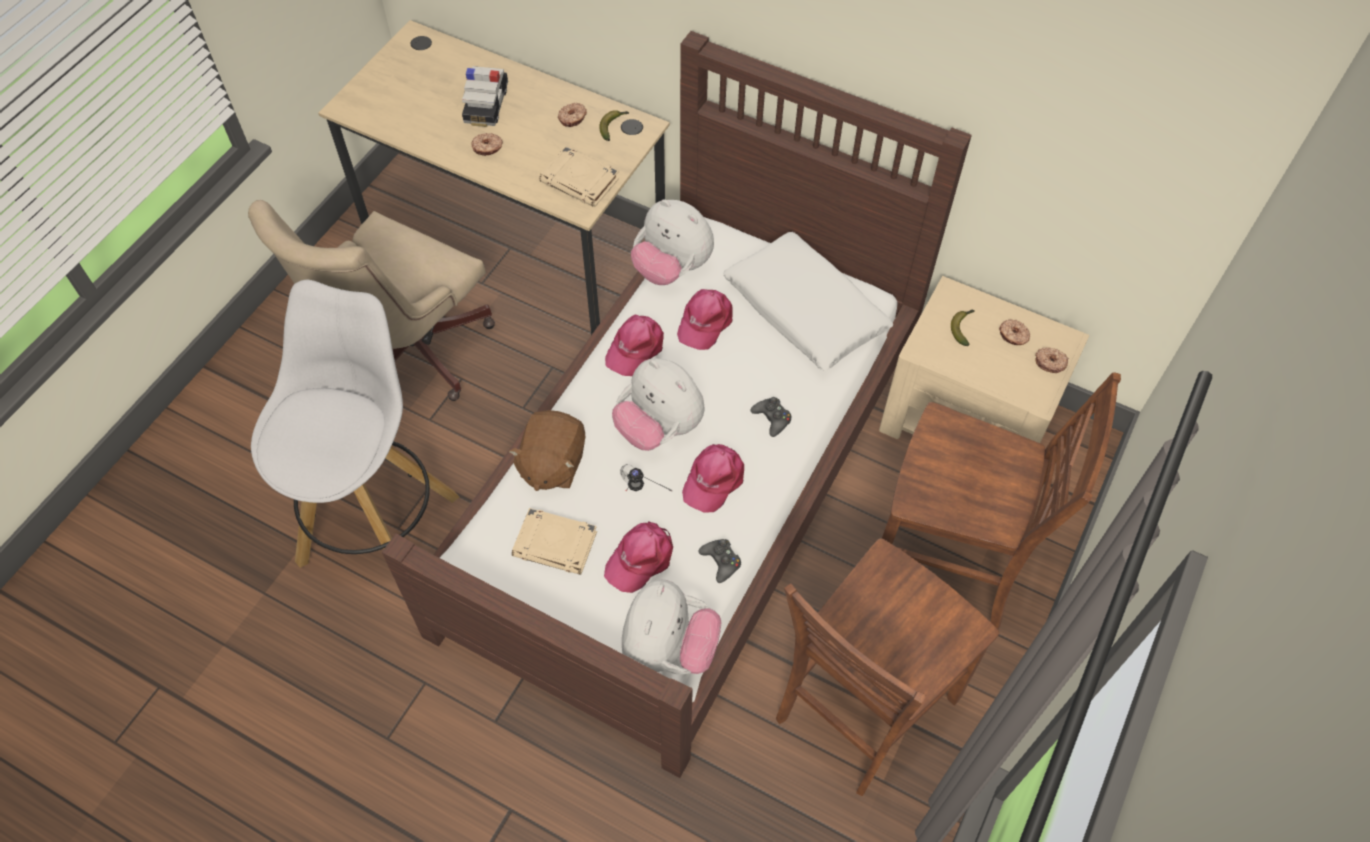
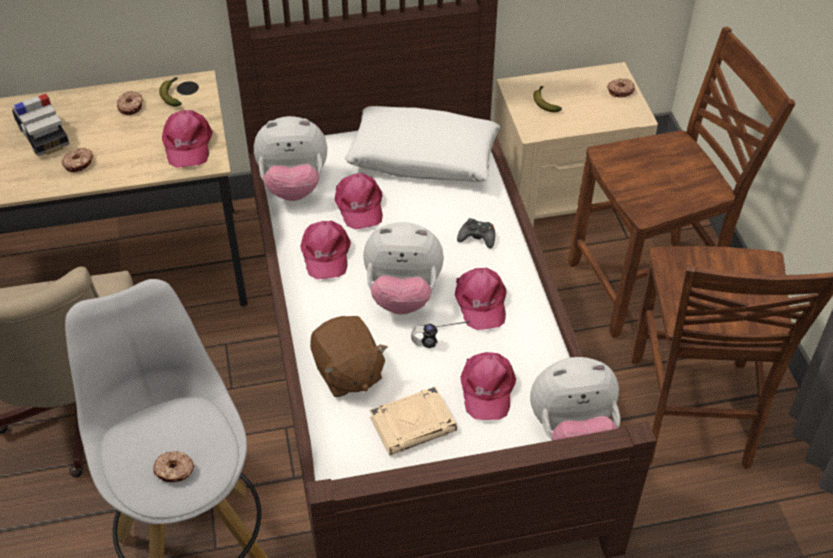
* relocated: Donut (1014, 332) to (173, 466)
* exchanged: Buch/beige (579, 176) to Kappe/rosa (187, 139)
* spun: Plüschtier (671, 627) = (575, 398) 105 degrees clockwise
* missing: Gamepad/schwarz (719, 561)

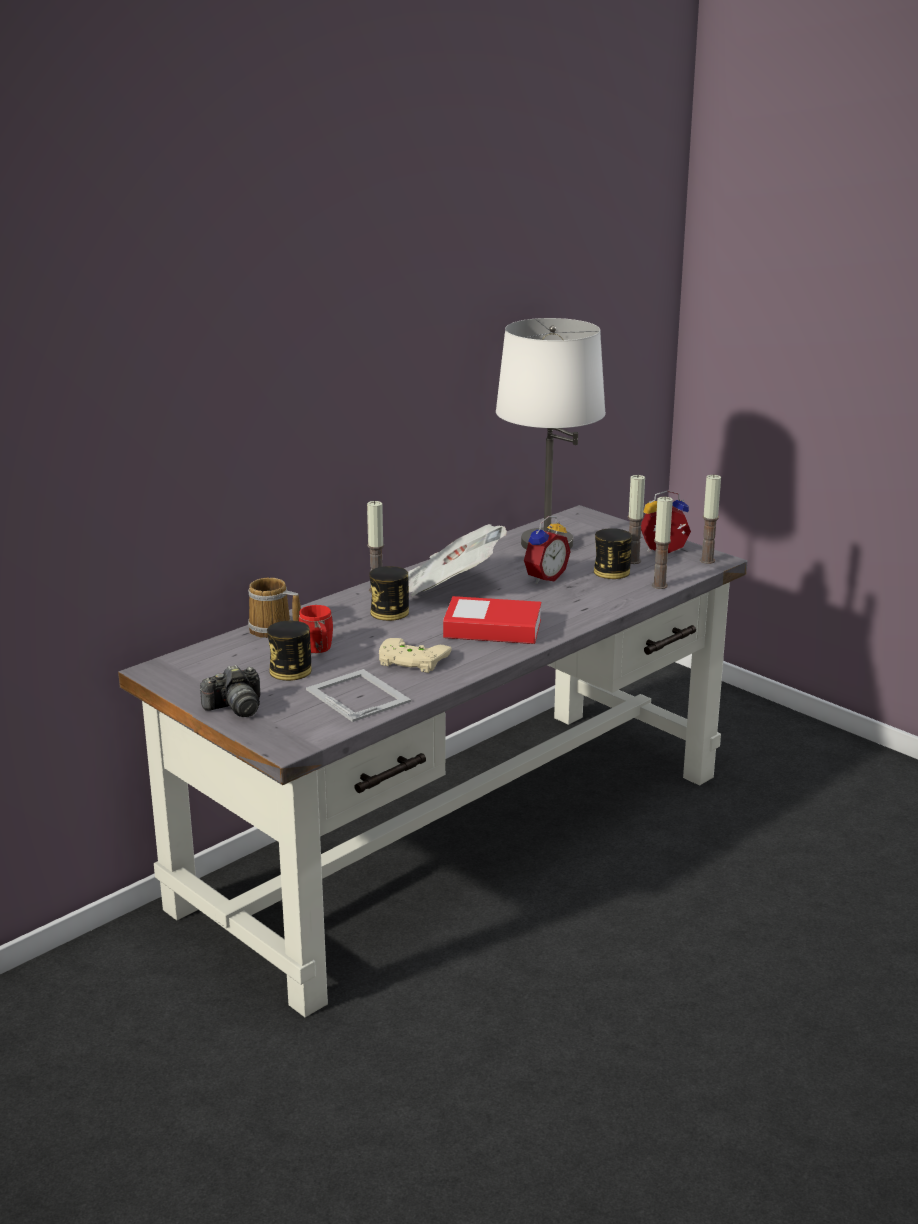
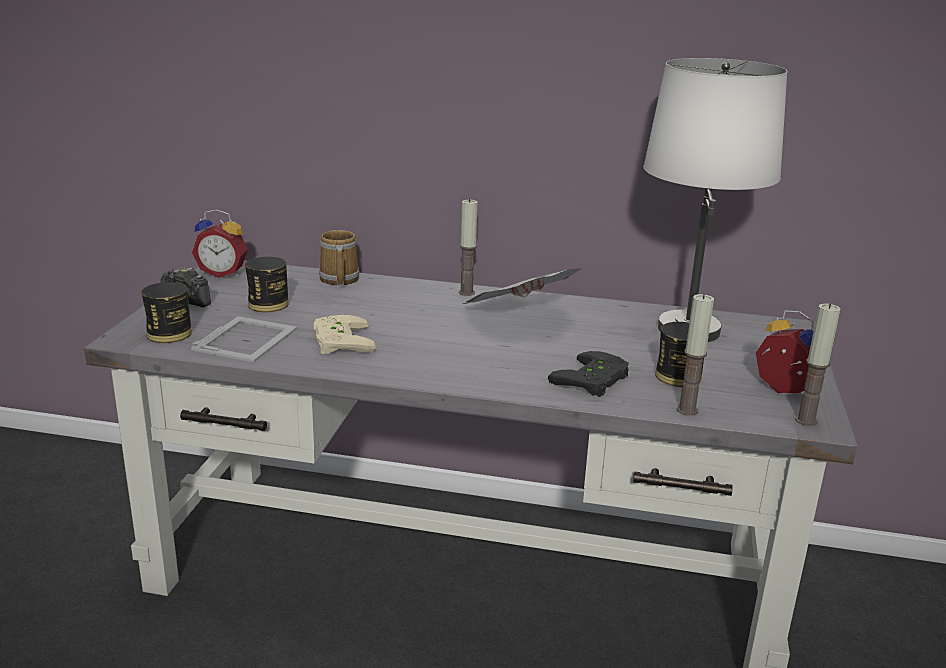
* relocated: Dose (389, 593) to (166, 312)
* relocated: Wecker (547, 550) to (220, 243)
* appeared: Gamepad/schwarz (588, 374)
* missing: Henkelbecher/rot (316, 629)
* missing: Buch (492, 620)
* missing: Kerze (636, 519)

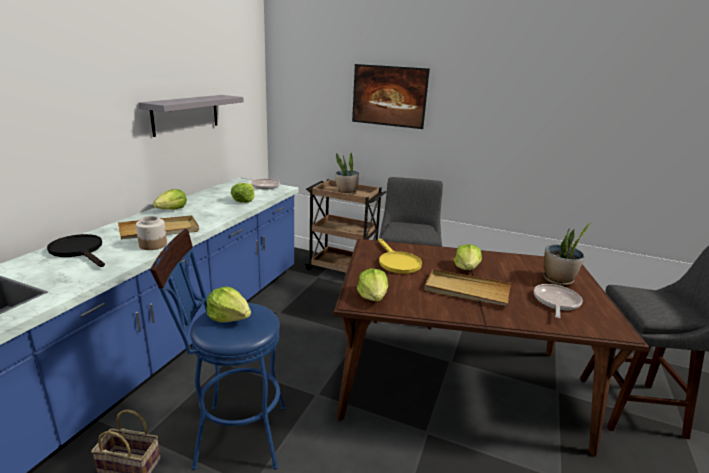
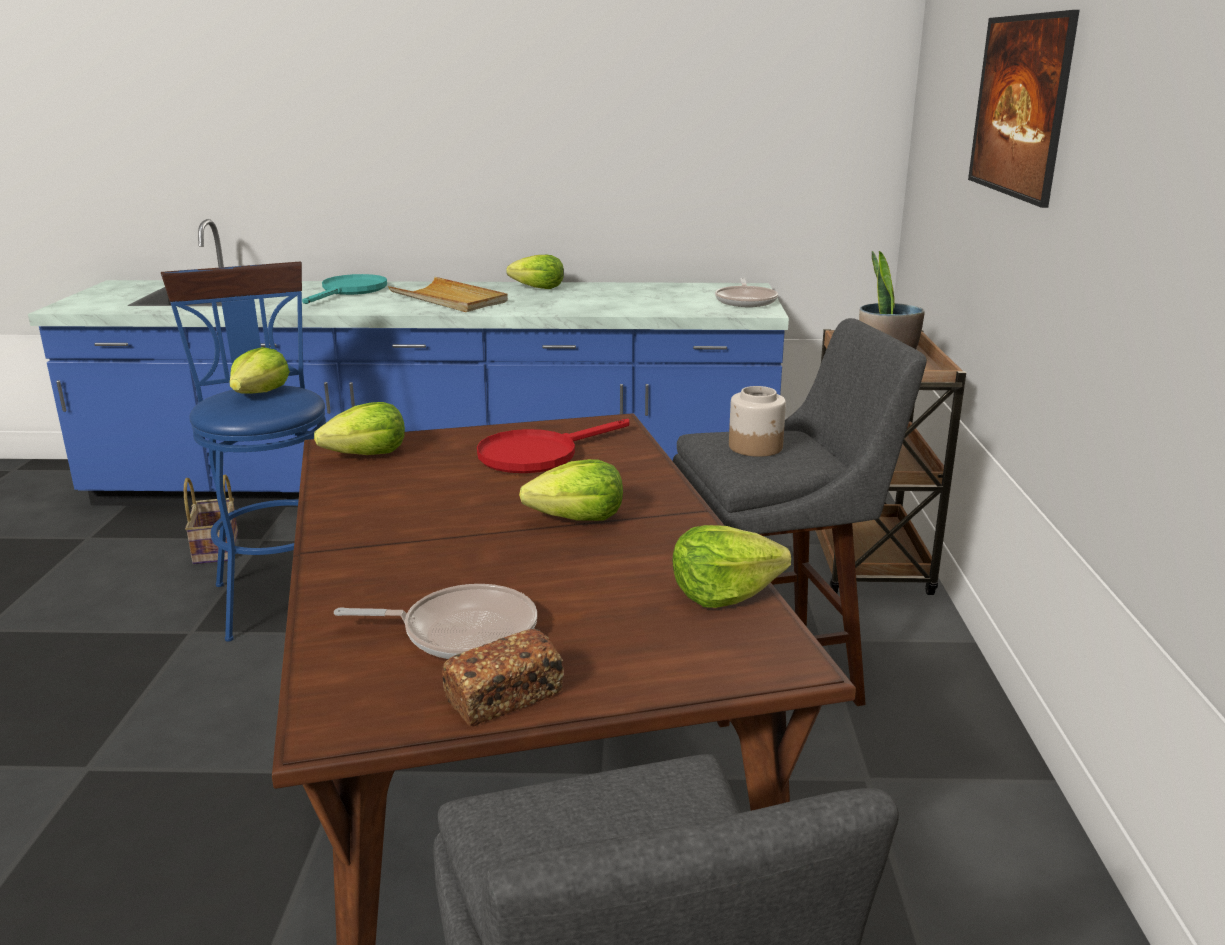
* colour: Pfanne/schwarz (76, 250) to Pfanne/türkis (344, 289)
* appeared: Brot (503, 678)
* colour: Pfanne/gelb (400, 256) to Pfanne/rot (553, 446)
* relocated: Salatkopf (243, 193) to (732, 566)
* relocated: Vorratsglas (151, 233) to (757, 421)
* missing: Wandregal/grau (191, 116)
* missing: Tablett/beige (467, 287)
* missing: Topfpflanze (567, 254)

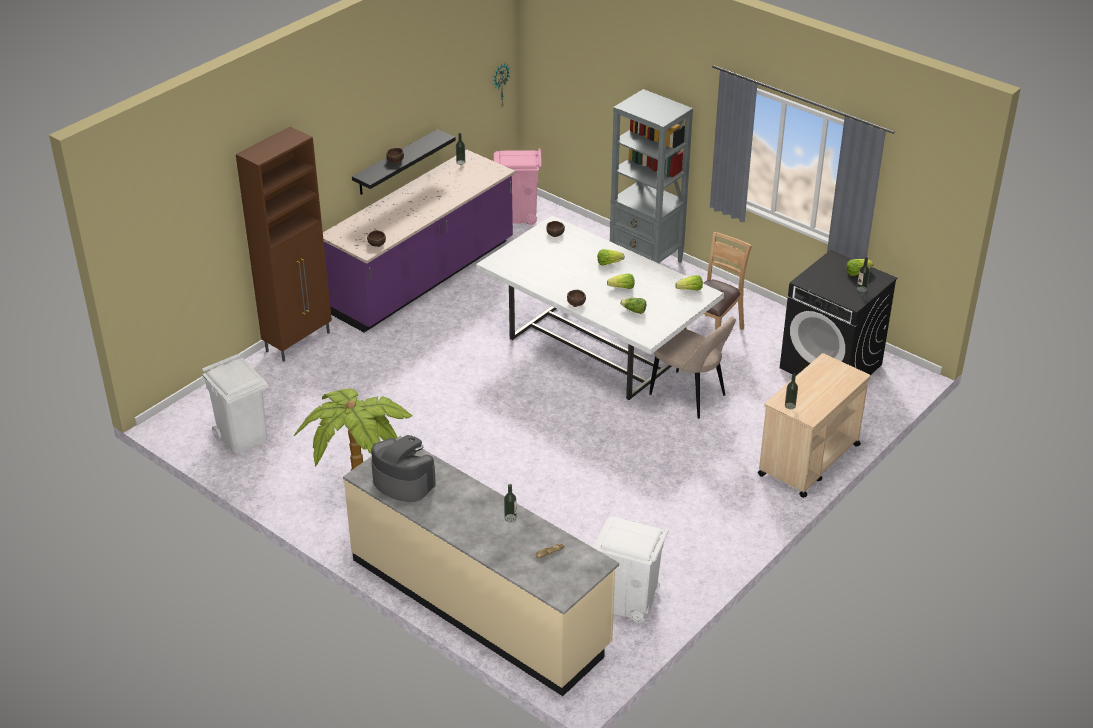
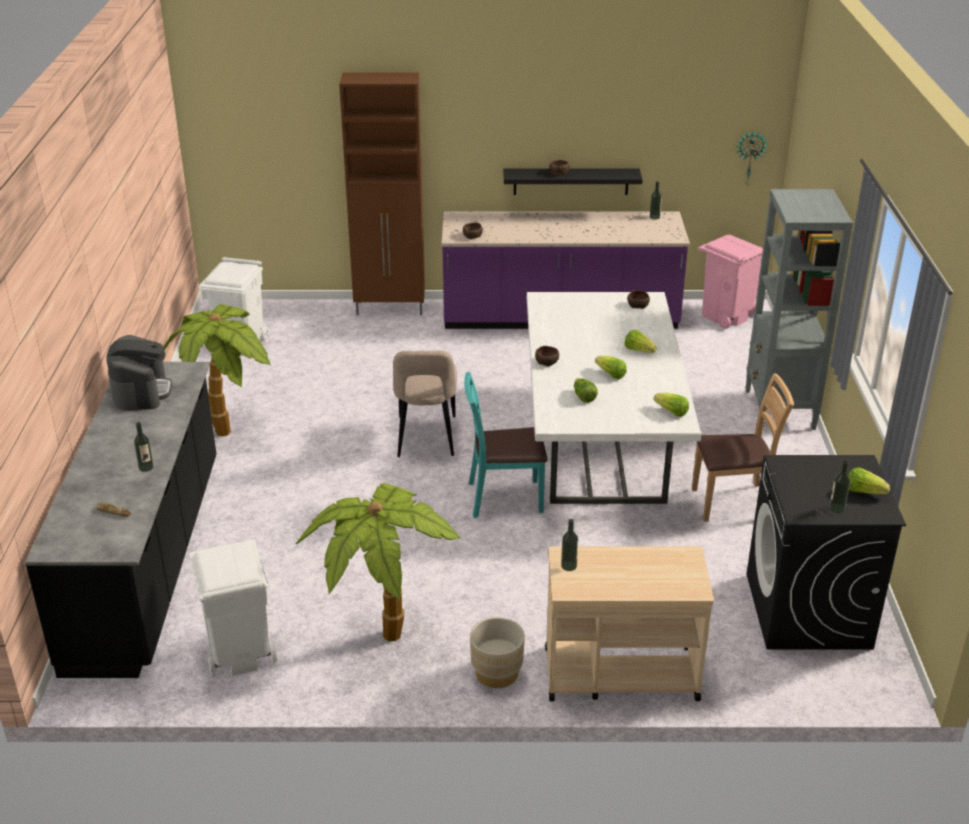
* colour: Küchenzeile/beige (481, 566) to Küchenzeile/schwarz (121, 520)
* appeared: Topfpflanze (377, 562)
* relocated: Stuhl/beige (692, 367) to (425, 404)
* appeared: Stuhl/türkis (506, 445)
* appeared: Pflanzkübel/beige (497, 652)

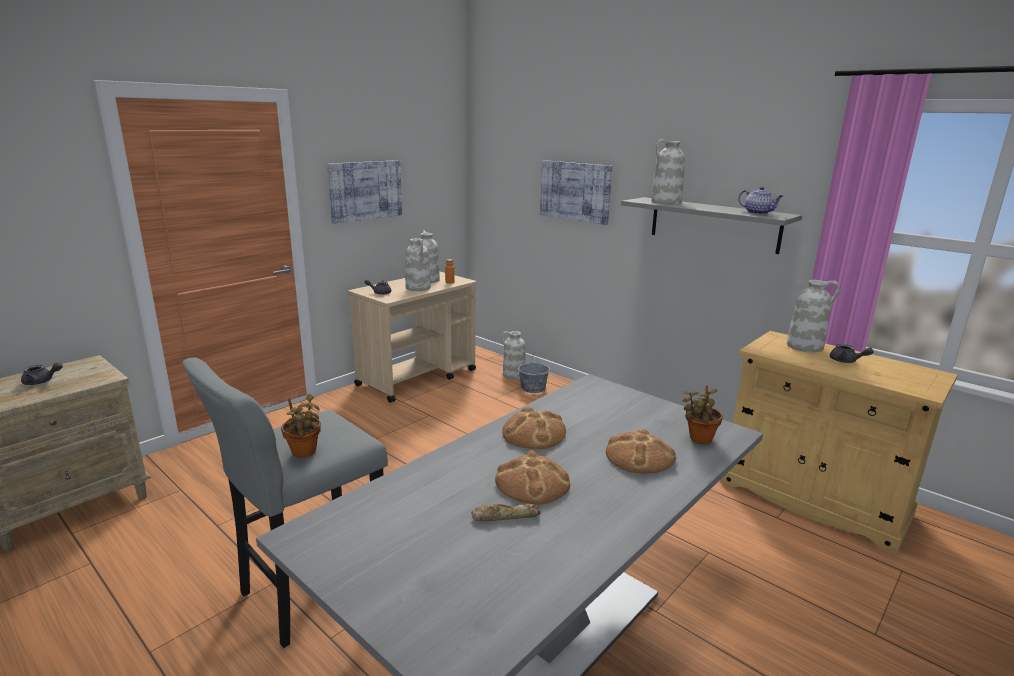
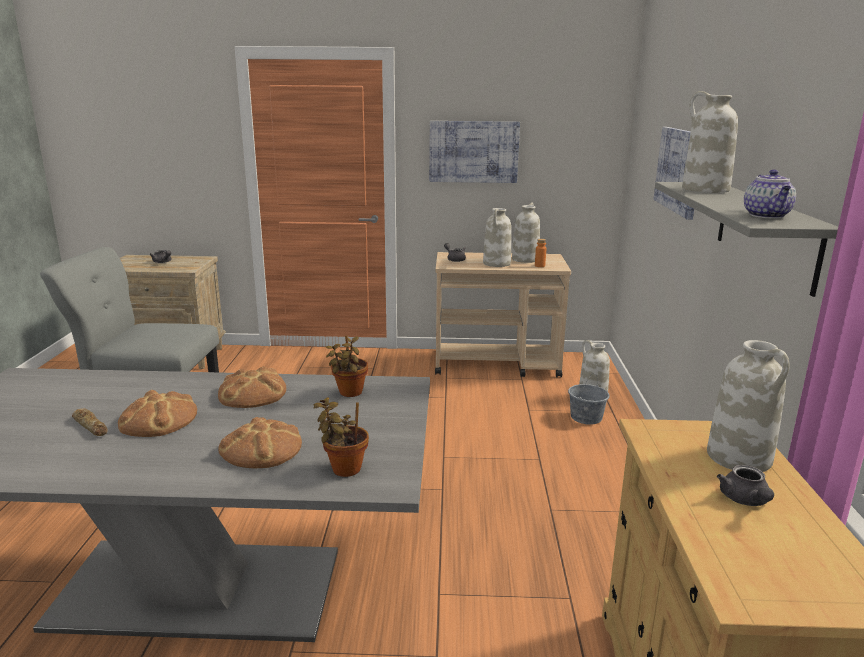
* relocated: Topfpflanze (301, 426) to (347, 366)

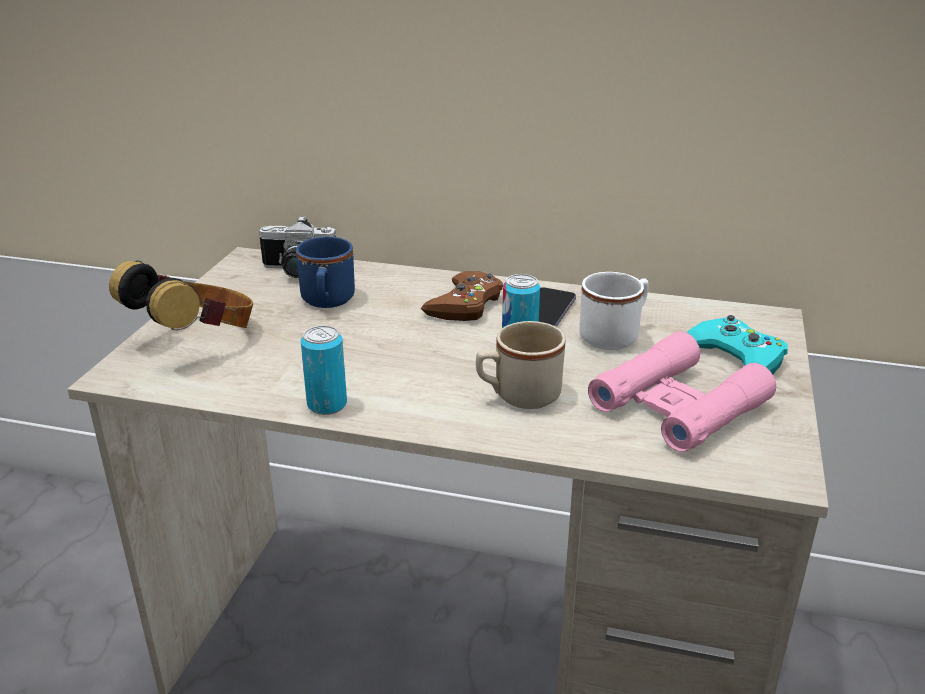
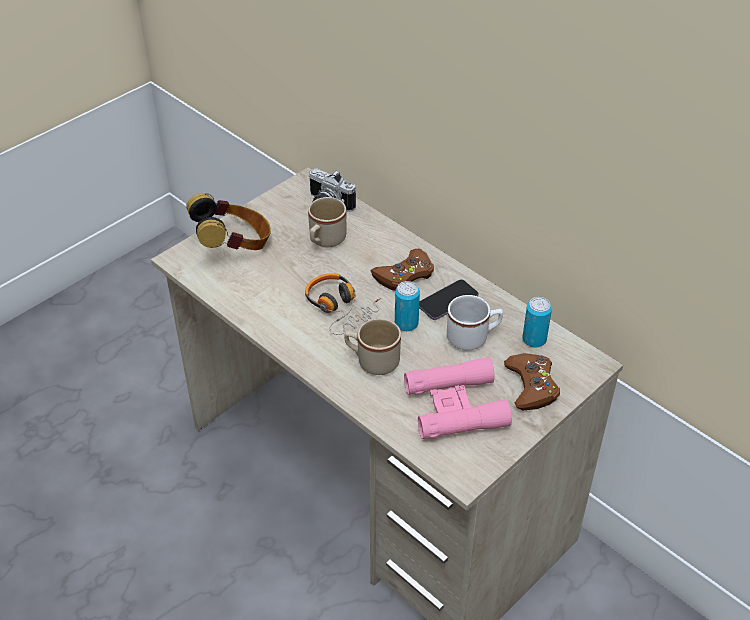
* appeared: Kopfhörer (343, 304)
* colour: Henkelbecher/blau (325, 272) to Henkelbecher/beige (327, 222)
* colour: Gamepad/türkis (737, 344) to Gamepad/braun (532, 381)
* relocated: Dose (324, 370) to (537, 322)

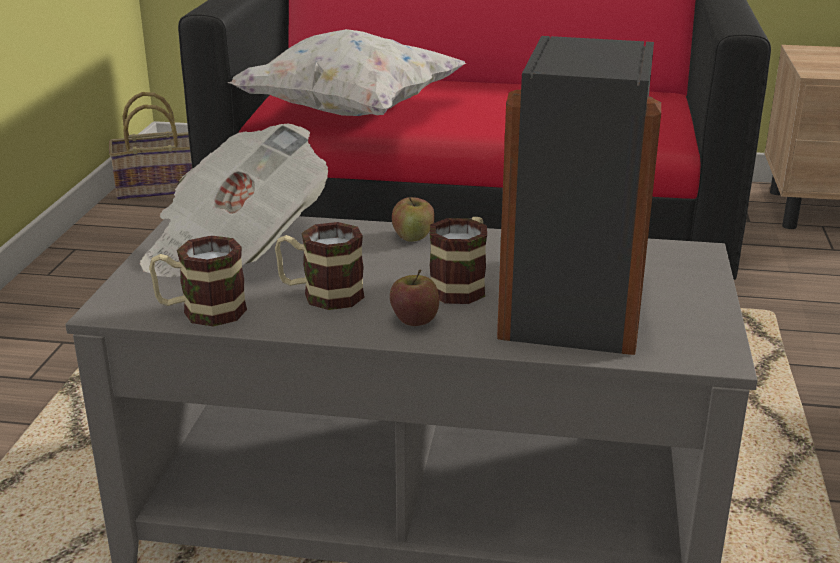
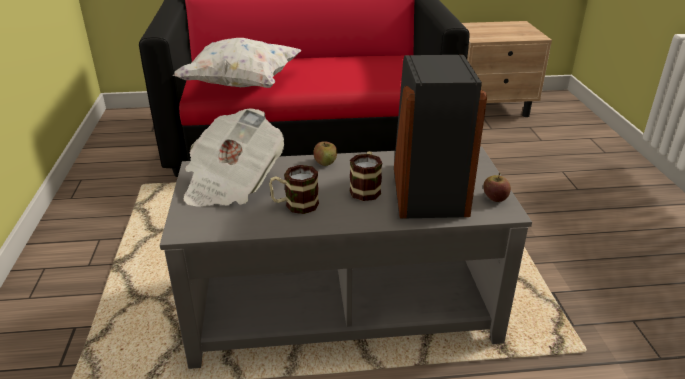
* relocated: Apfel (414, 298) to (497, 187)
* missing: Korb (150, 146)
* missing: Henkelbecher (198, 281)

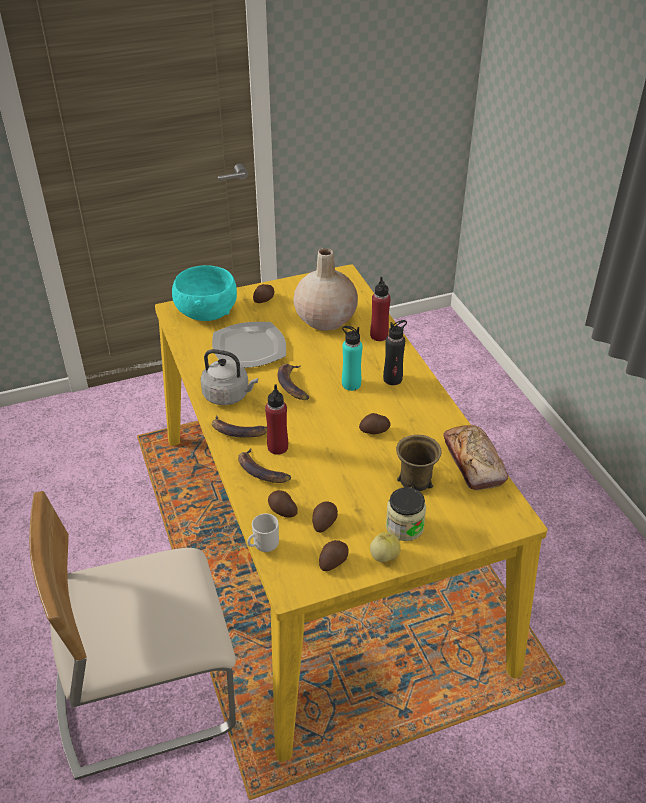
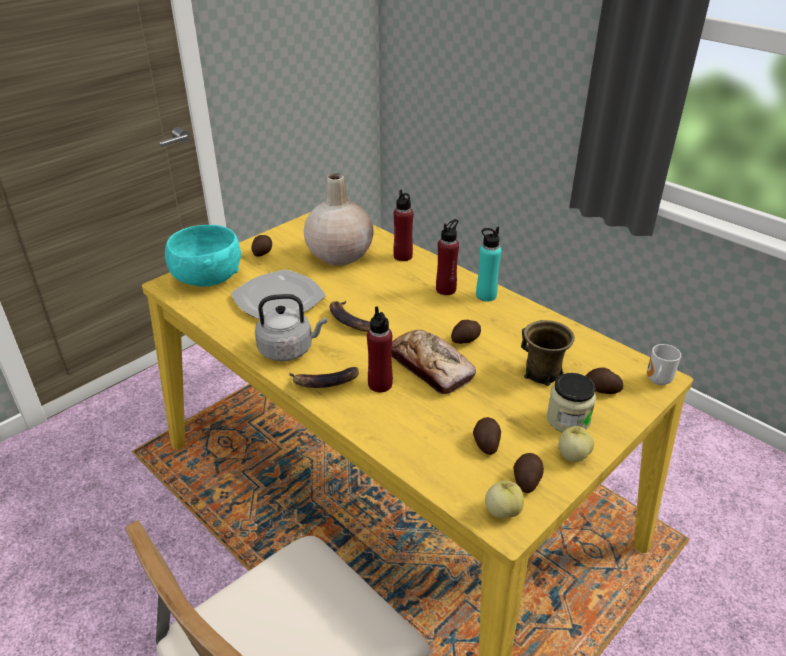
* relocated: Brot (476, 458) to (433, 362)
* colour: Flasche/schwarz (395, 352) to Flasche/rot (447, 257)
* relocated: Flasche/türkis (352, 358) to (488, 264)
* appeared: Apfel (504, 499)
* relocated: Kartoffel (282, 503) to (604, 380)
* relocated: Henkelbecher (263, 532) to (664, 364)
* missing: Banane (264, 465)

